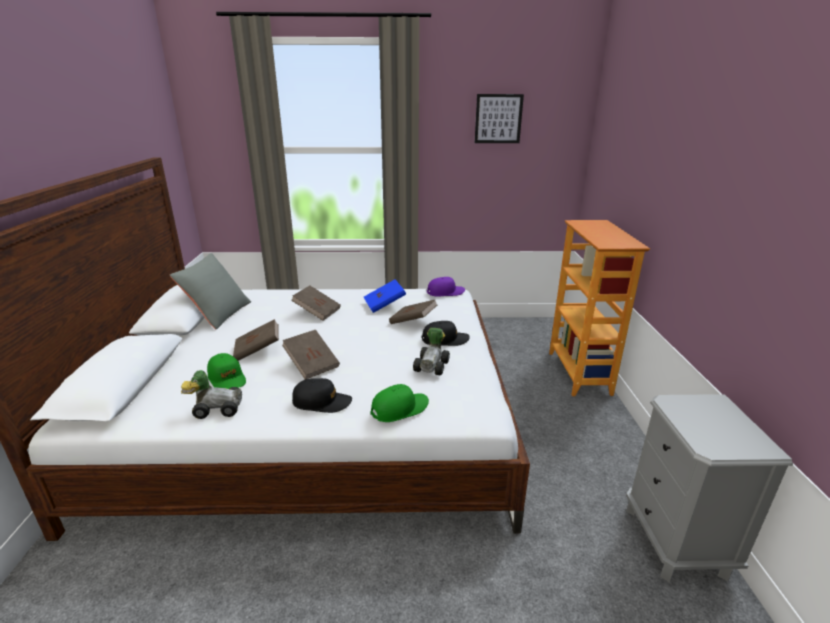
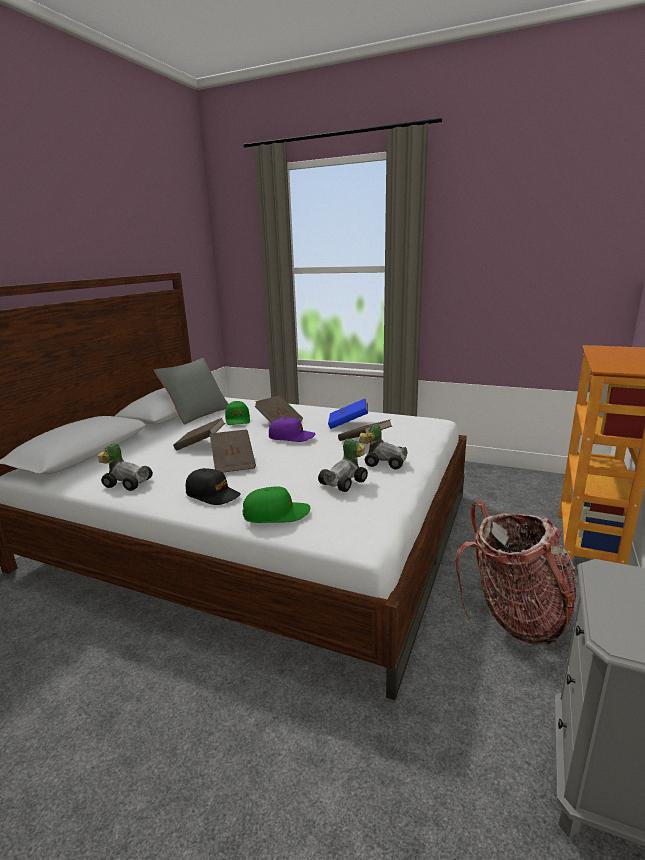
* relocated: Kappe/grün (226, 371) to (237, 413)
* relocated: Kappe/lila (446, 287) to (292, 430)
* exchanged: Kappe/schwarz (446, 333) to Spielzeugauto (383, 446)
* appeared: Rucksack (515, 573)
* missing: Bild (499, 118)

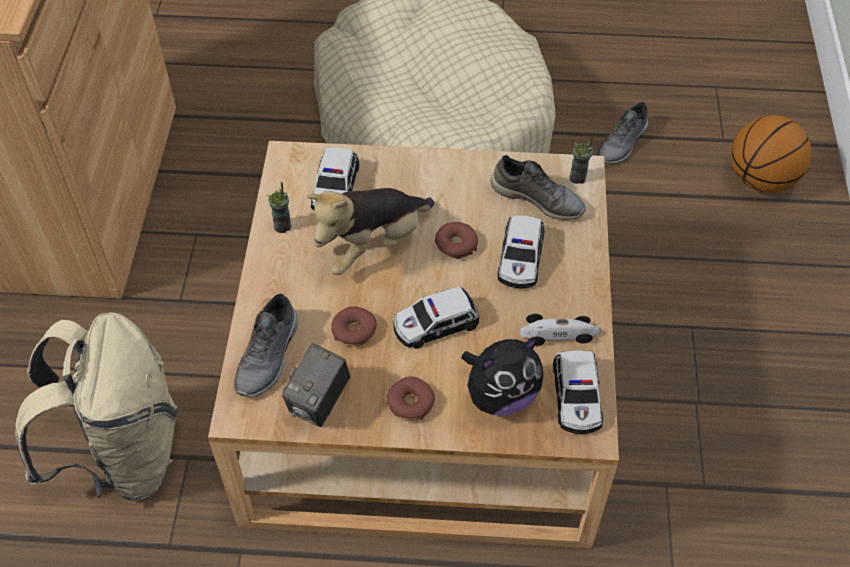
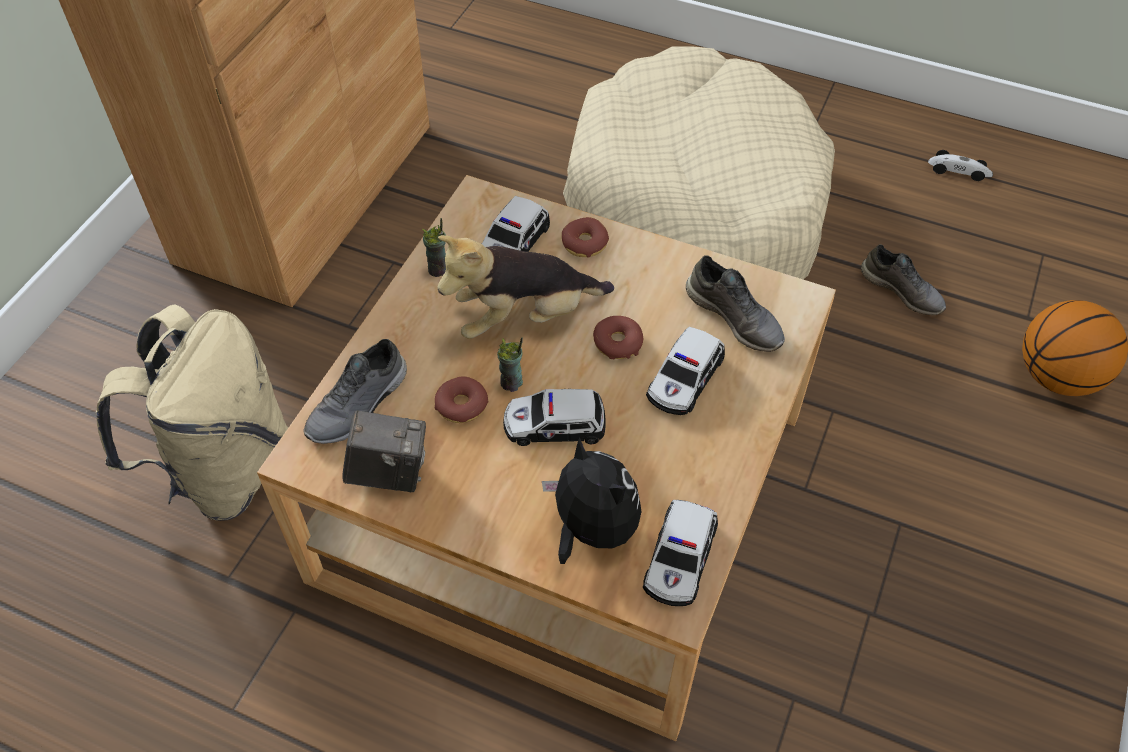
* spun: Kamera (316, 385) = (384, 451) 135 degrees counterclockwise
* relocated: Tasse (581, 160) to (510, 364)
* spun: Plüschtier (502, 376) = (592, 500) 120 degrees counterclockwise
* relocated: Donut (411, 398) to (585, 237)
* spun: Schuh/grau (622, 133) = (903, 279) 105 degrees counterclockwise
* relocated: Spielzeugauto (560, 330) to (960, 165)

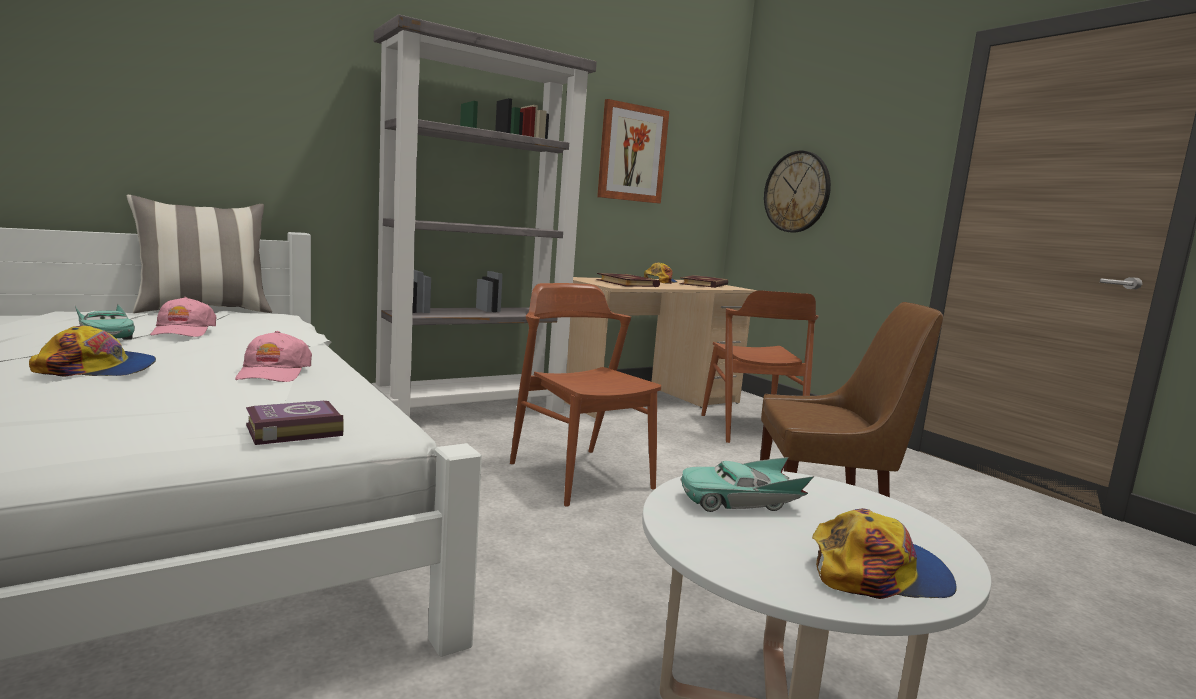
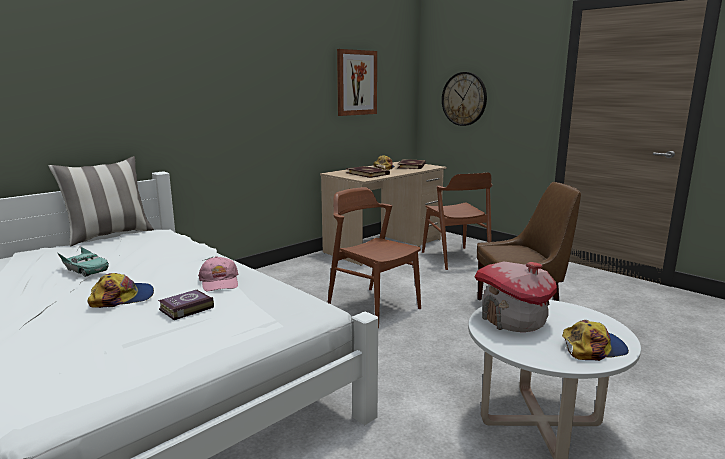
* relocated: Buch (295, 423) to (186, 305)
* exchanged: Spielzeugauto/türkis (747, 484) to Spielzeughaus (515, 296)
* missing: Kappe/rosa (183, 317)
* missing: Bücherregal/grau (484, 216)

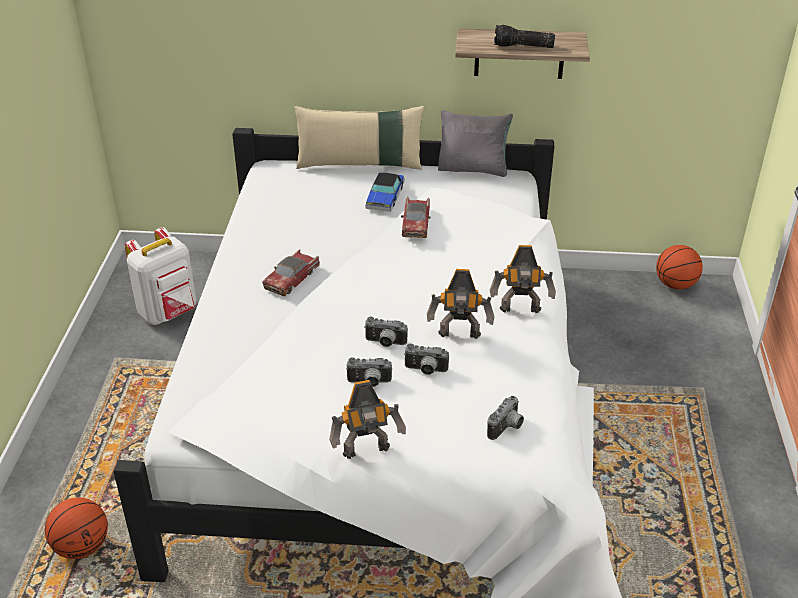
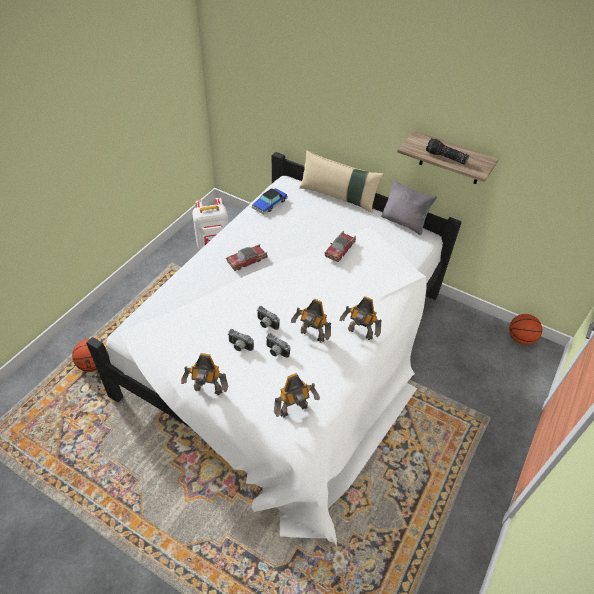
* relocated: Spielzeugauto (384, 192) to (270, 201)
* exchanged: Kamera (505, 418) to Spielzeugroboter (297, 395)

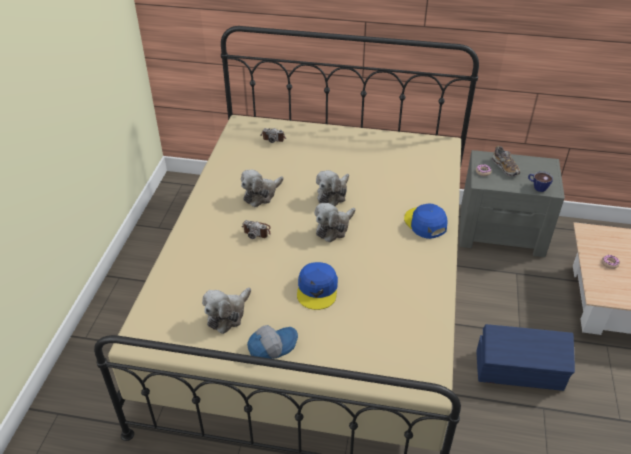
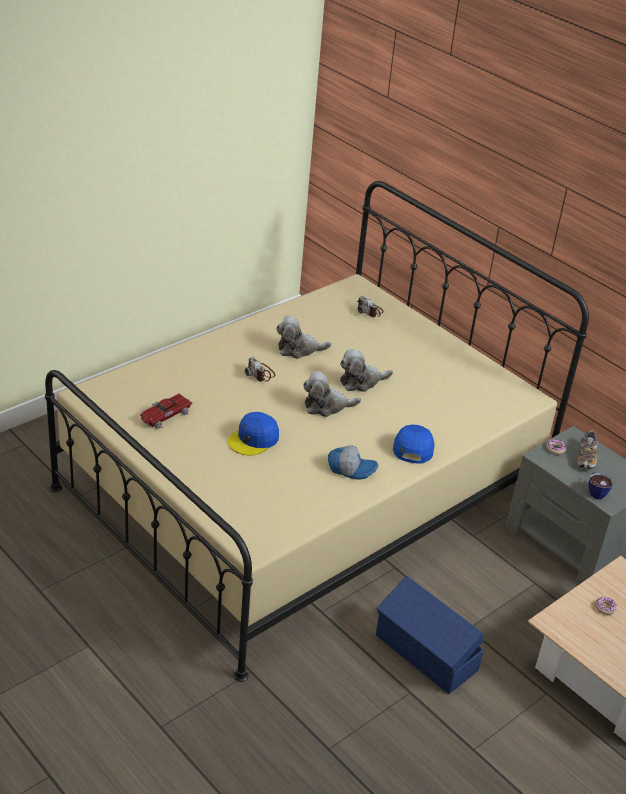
* exchanged: Plüschtier (226, 310) to Spielzeugauto (166, 411)
* relocated: Kappe (272, 342) to (353, 462)

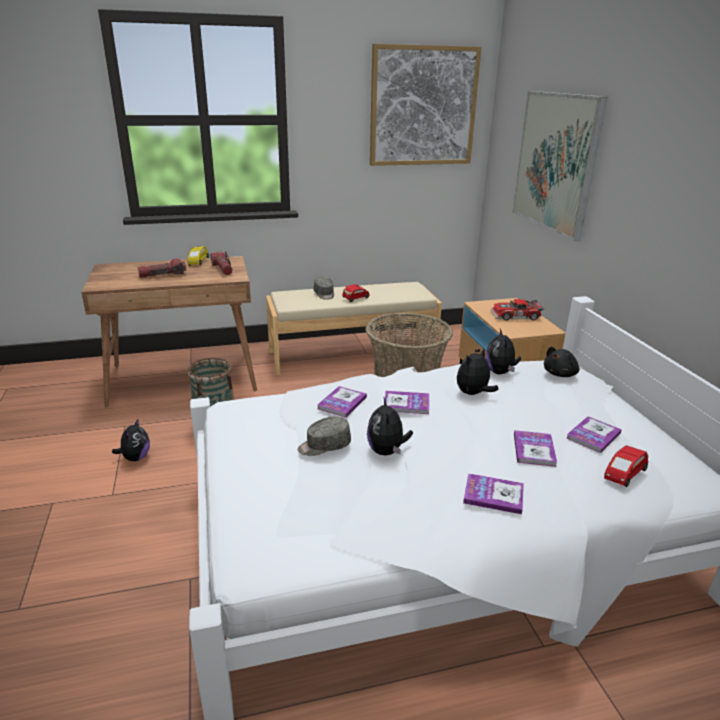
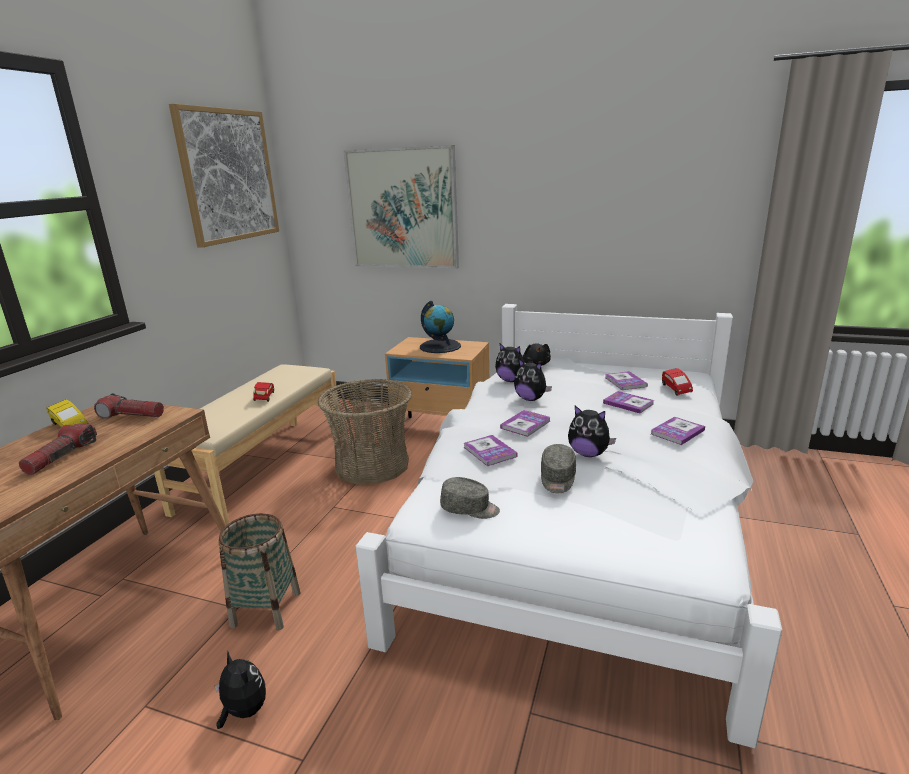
* exchanged: Spielzeugauto (517, 310) to Globus (440, 327)
* relocated: Kappe/grau (324, 288) to (470, 498)
* spun: Plüschtier (478, 371) = (533, 380) 45 degrees counterclockwise

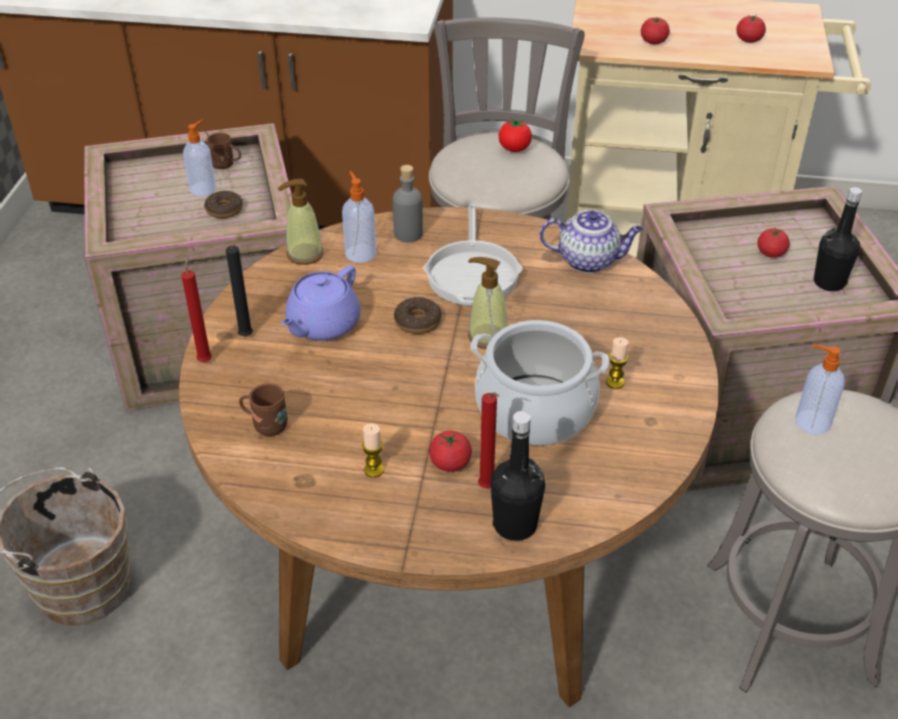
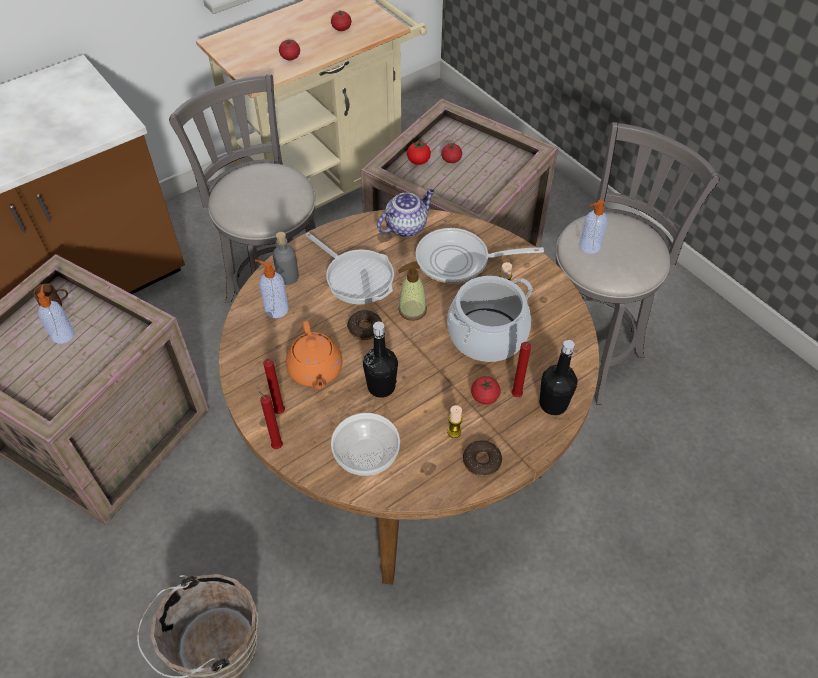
* colour: Kerze/schwarz (239, 290) to Kerze/rot (274, 386)
* colour: Teekanne/lila (321, 303) to Teekanne/orange (314, 355)
* exchanged: Henkelbecher/braun (263, 409) to Schüssel (365, 444)
* relocated: Flasche/schwarz (838, 239) to (380, 360)
* relocated: Tomate (515, 134) to (419, 152)
* appeared: Pfanne (479, 256)
* relocated: Donut (223, 204) to (482, 459)
* missing: Seifenspender (301, 222)

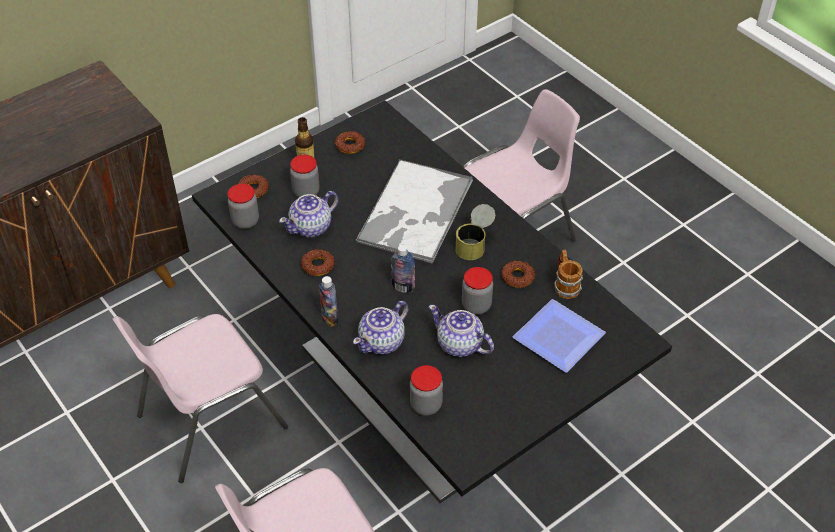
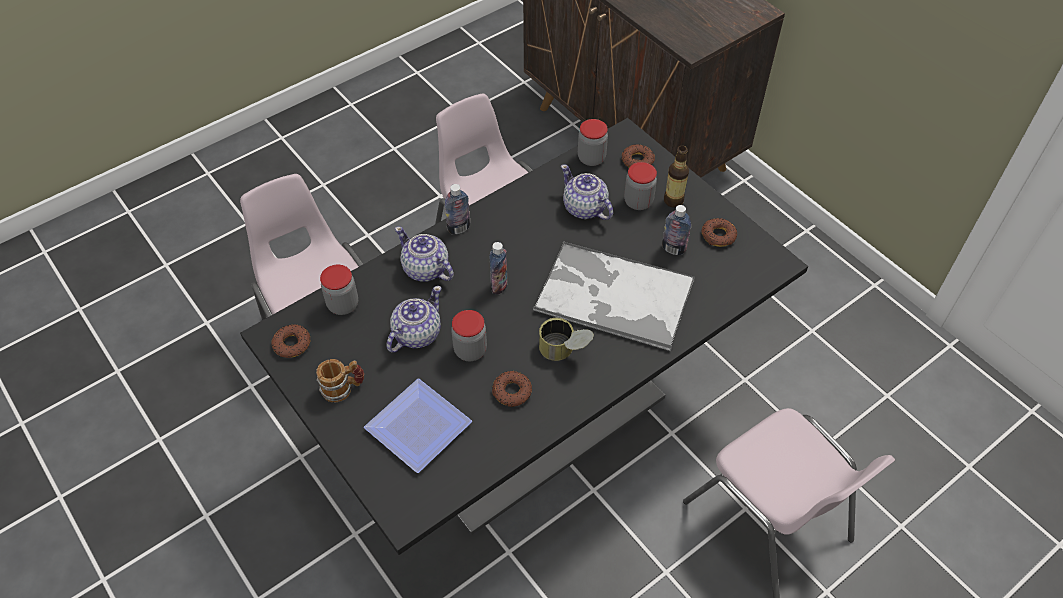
* relocated: Donut (318, 262) to (291, 341)
* relocated: Henkelbecher (568, 274) to (340, 380)
* appeared: Flasche (676, 230)

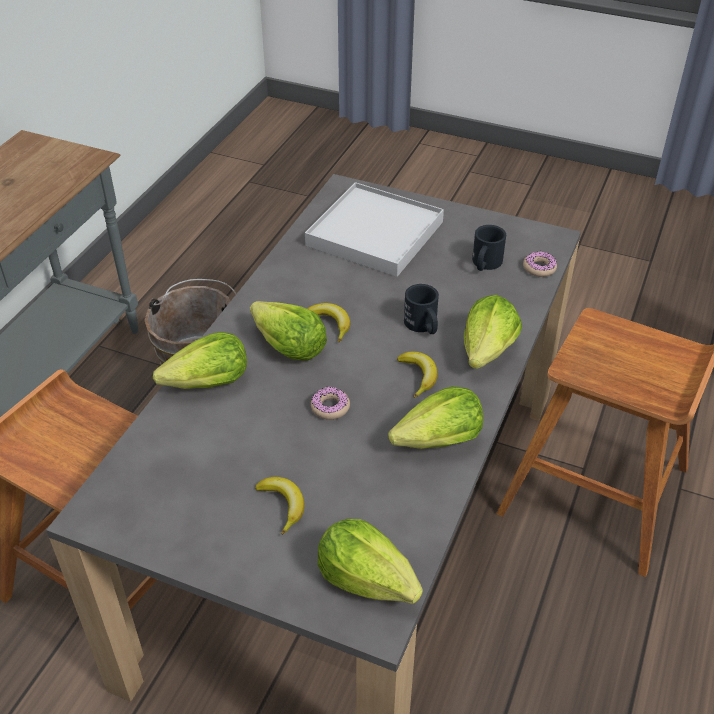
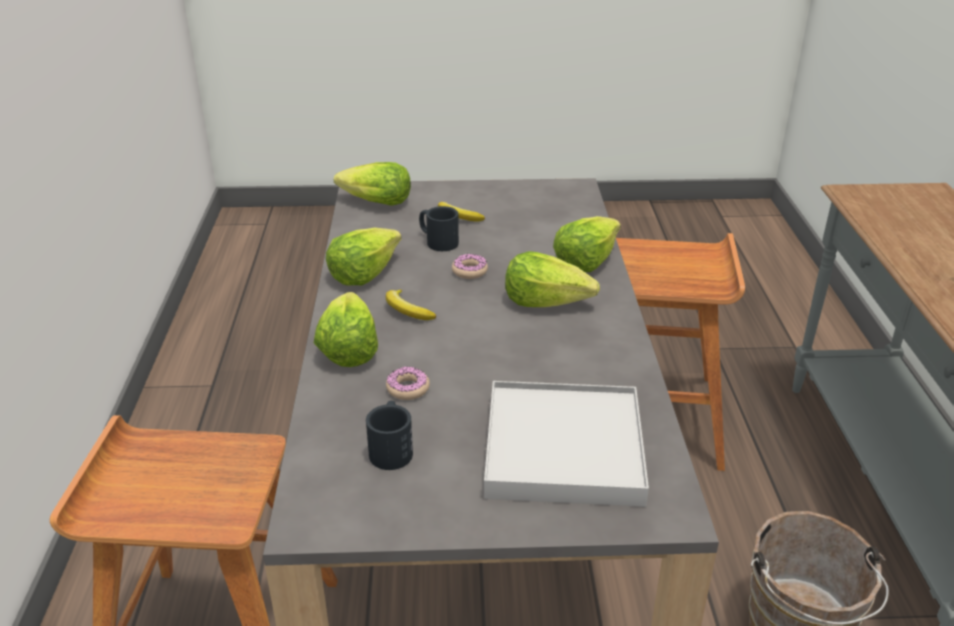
* relocated: Donut (540, 264) to (408, 383)
* relocated: Henkelbecher/schwarz (421, 309) to (439, 228)
* missing: Banane (328, 322)

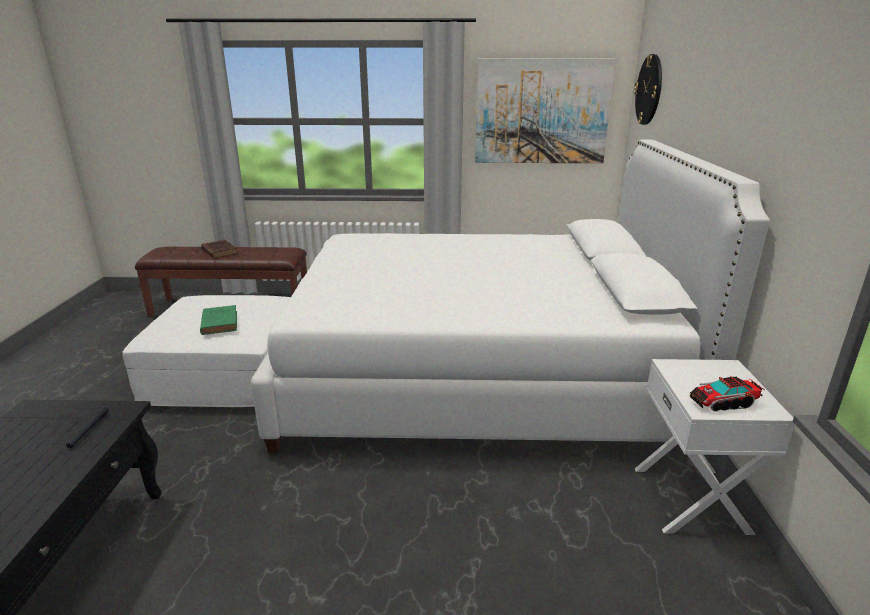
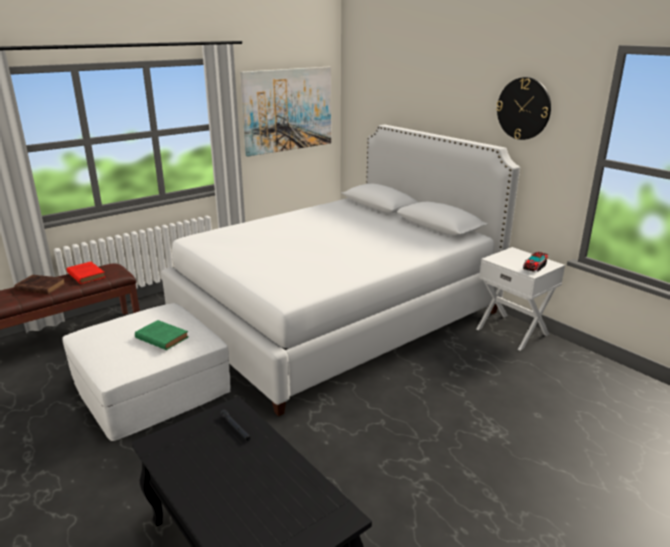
* appeared: Buch/rot (86, 273)
* relocated: Wanduhr (648, 89) to (523, 108)

